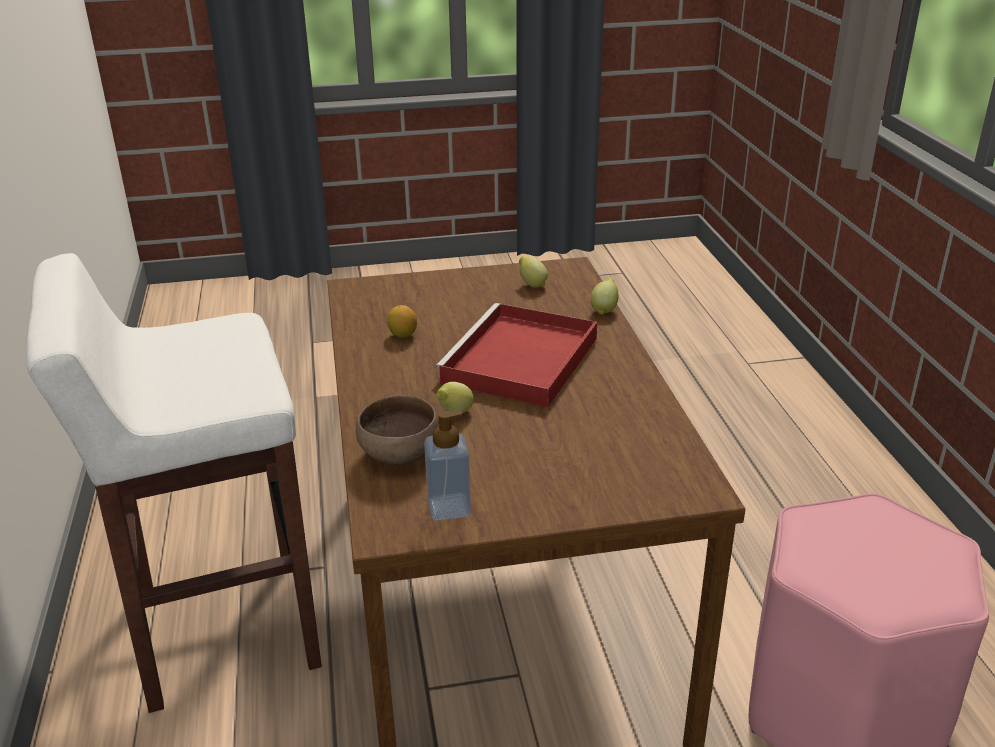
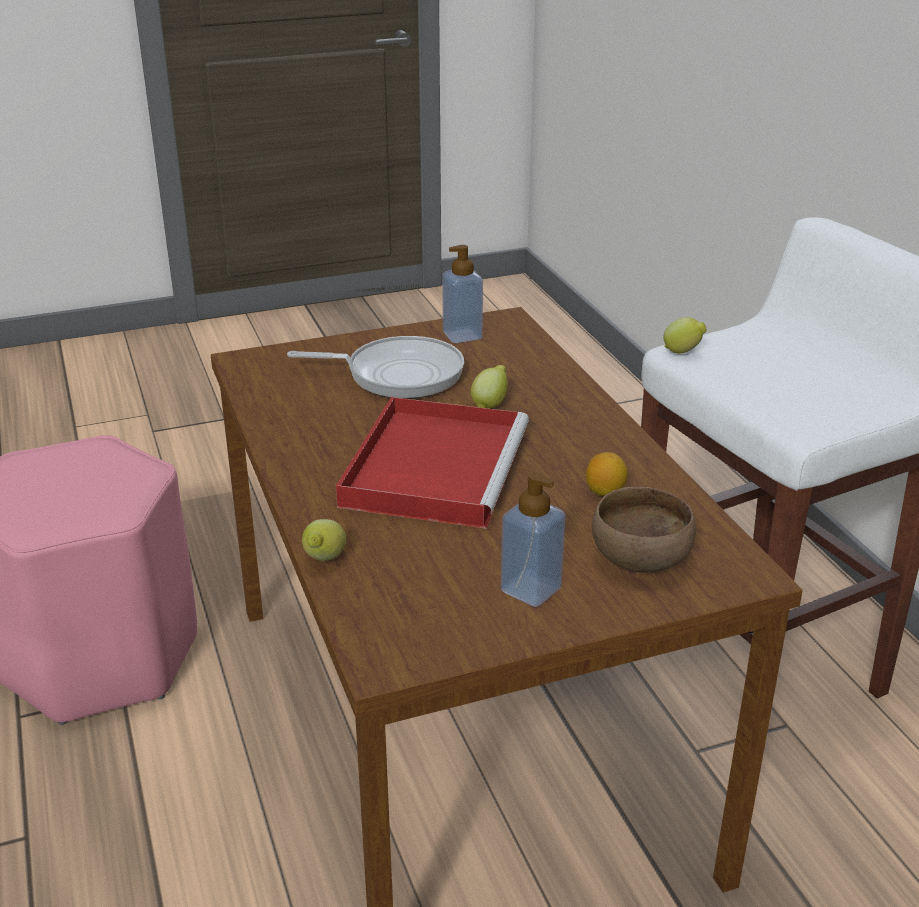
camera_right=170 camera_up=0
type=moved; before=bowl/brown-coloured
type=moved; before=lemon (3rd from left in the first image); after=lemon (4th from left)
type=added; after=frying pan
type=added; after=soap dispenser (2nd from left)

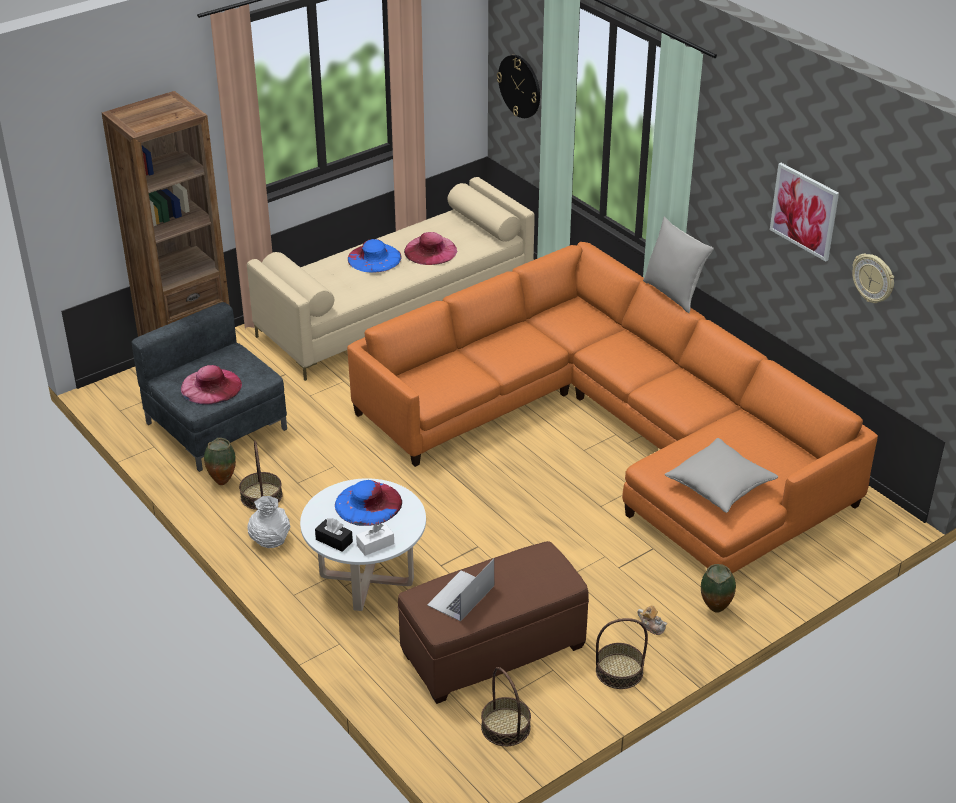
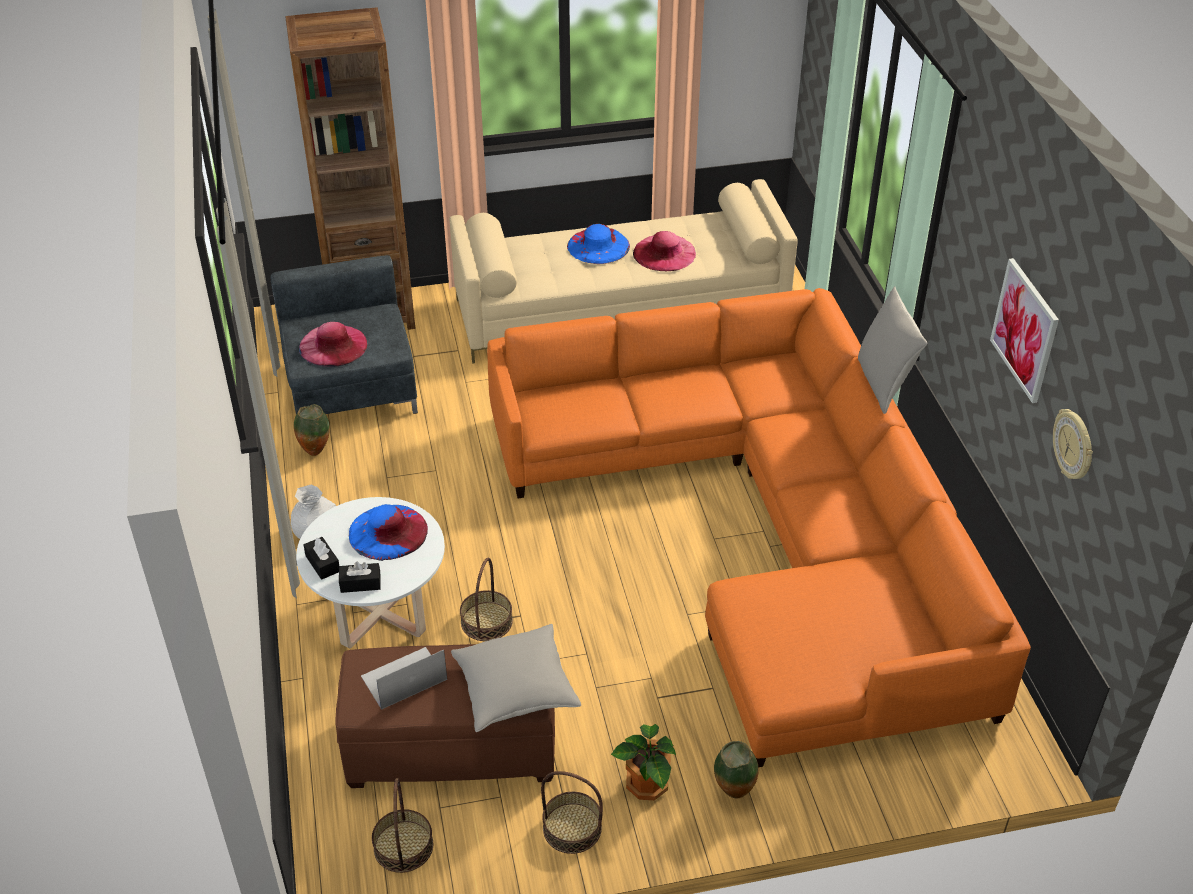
camera_right=25 camera_up=5
type=moved; before=household basket (1st from left in the first image); after=household basket (2nd from left)
type=recoloured; before=tissue holder/white; after=tissue holder/blackish (2nd from left)
type=removed; before=hanging clock (1st from left)
type=replaced; before=pot for tea; after=houseplant
type=moved; before=pillow/greyish (2nd from left in the first image); after=pillow/greyish (1st from left)

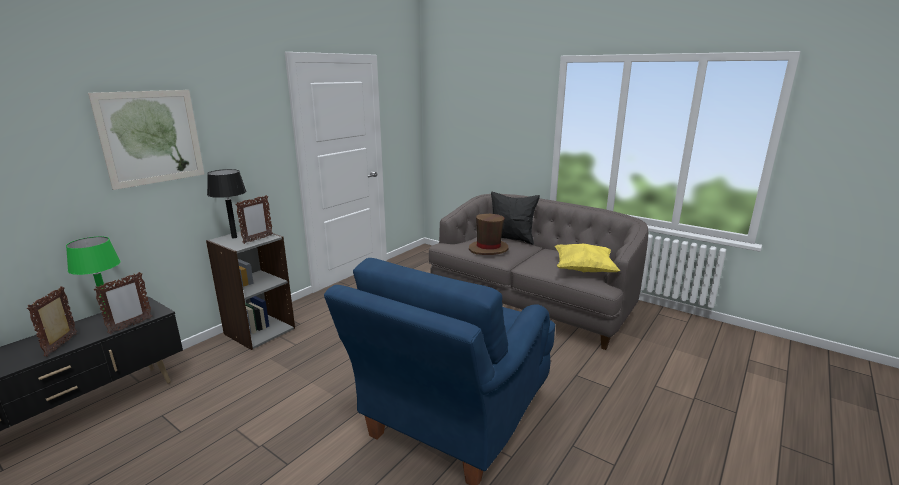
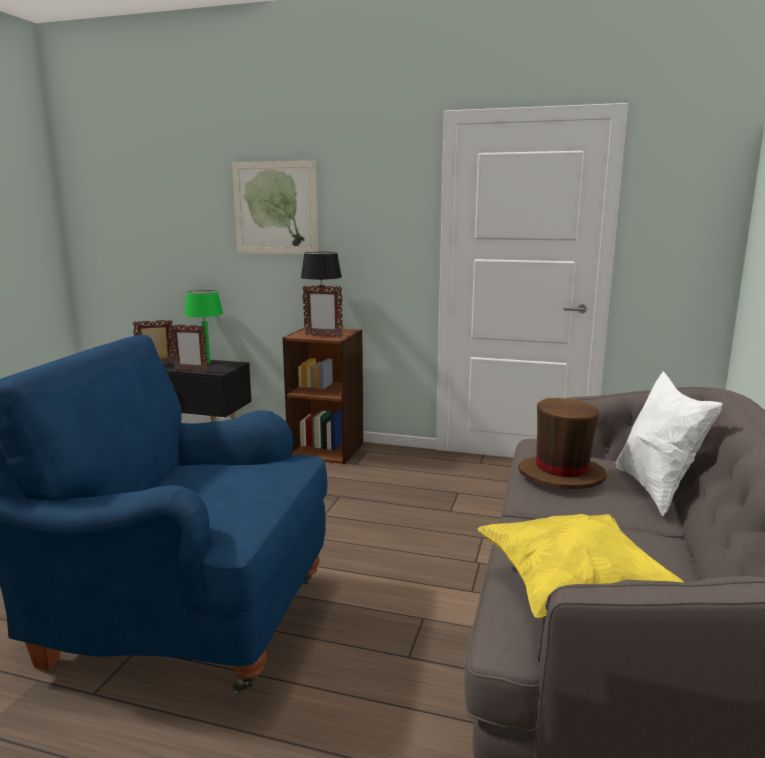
camera_right=70 camera_up=-5
type=recoloured; before=shelving unit/greyish; after=shelving unit/brown-coloured
type=recoloured; before=pillow/blackish; after=pillow/white

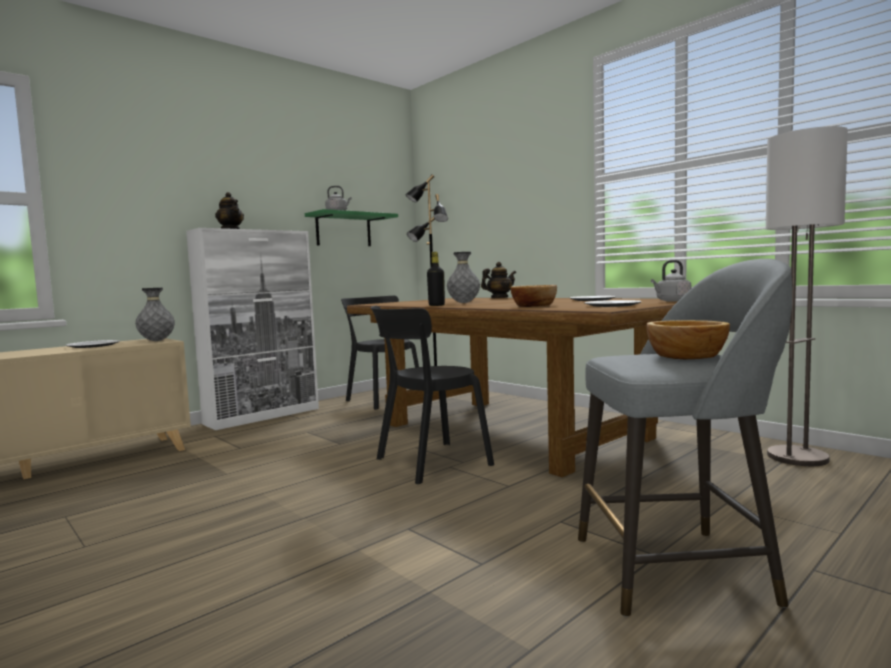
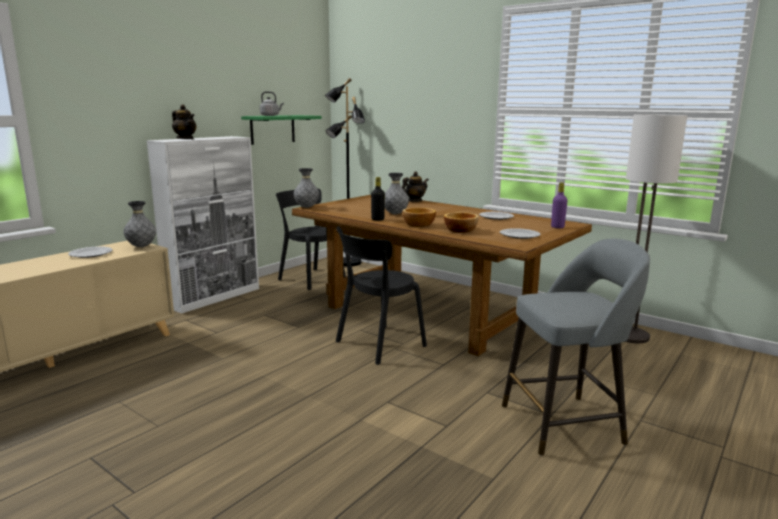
camera_right=-10 camera_up=10
type=moved; before=bowl (2nd from left in the first image); after=bowl (1st from left)
type=replaced; before=water kettle/greyish (2nd from left); after=bottle/purplish
type=added; after=decorative vase/greyish (2nd from left)

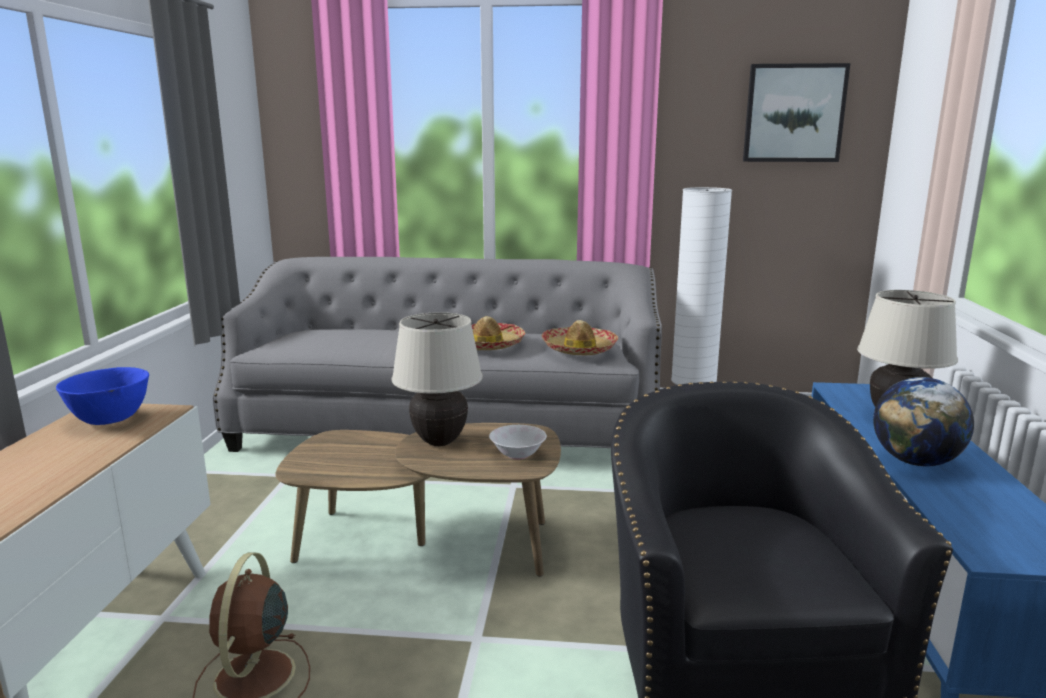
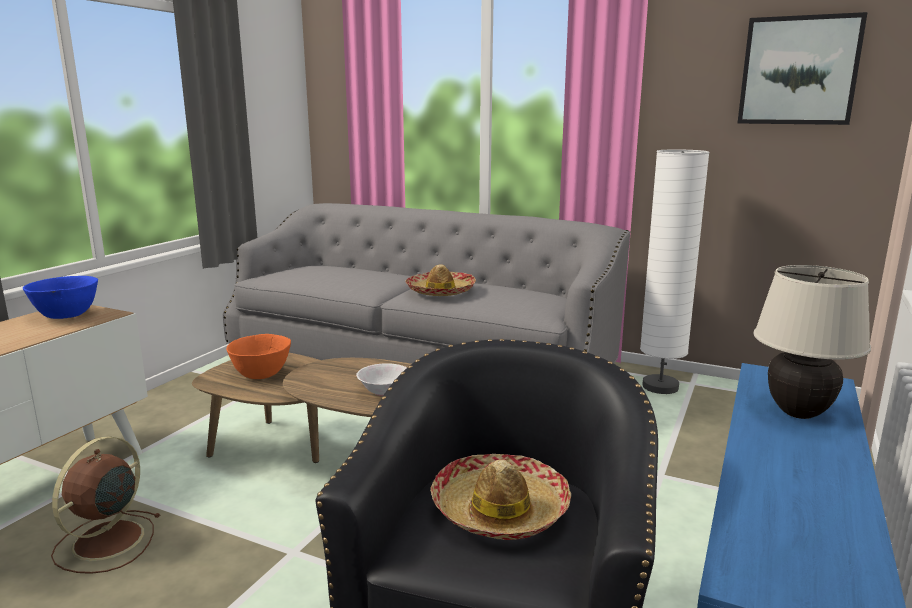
camera_right=20 camera_up=0
type=removed; before=lamp for a table/beige-coloured (1st from left)
type=moved; before=wearable hat (2nd from left)
type=removed; before=world globe
type=added; after=bowl/orange-coloured

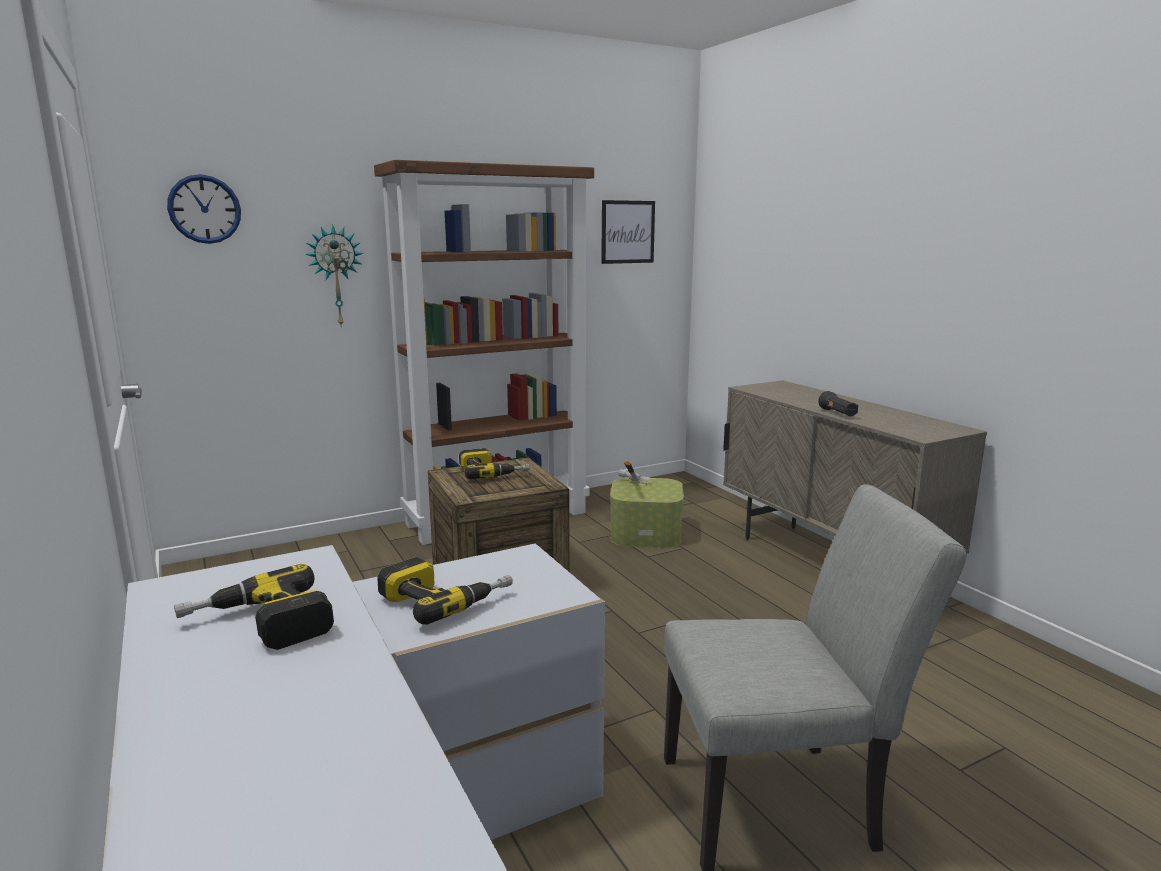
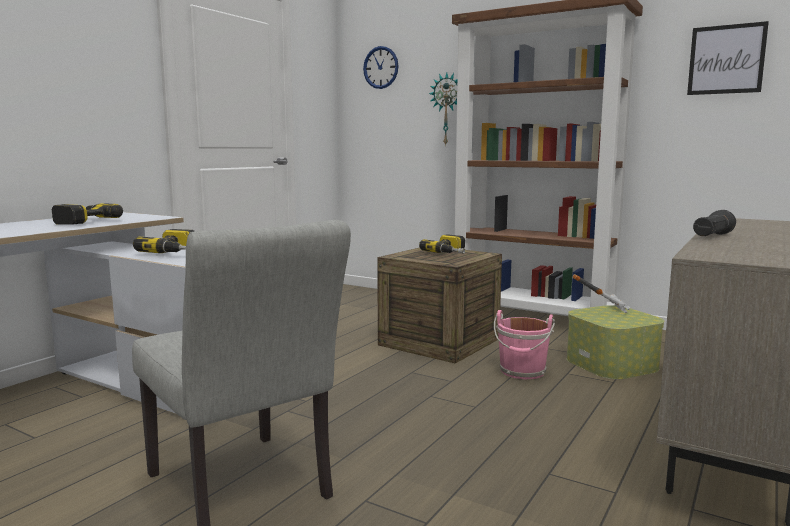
camera_right=60 camera_up=-5
type=added; after=water bucket/pink-coloured

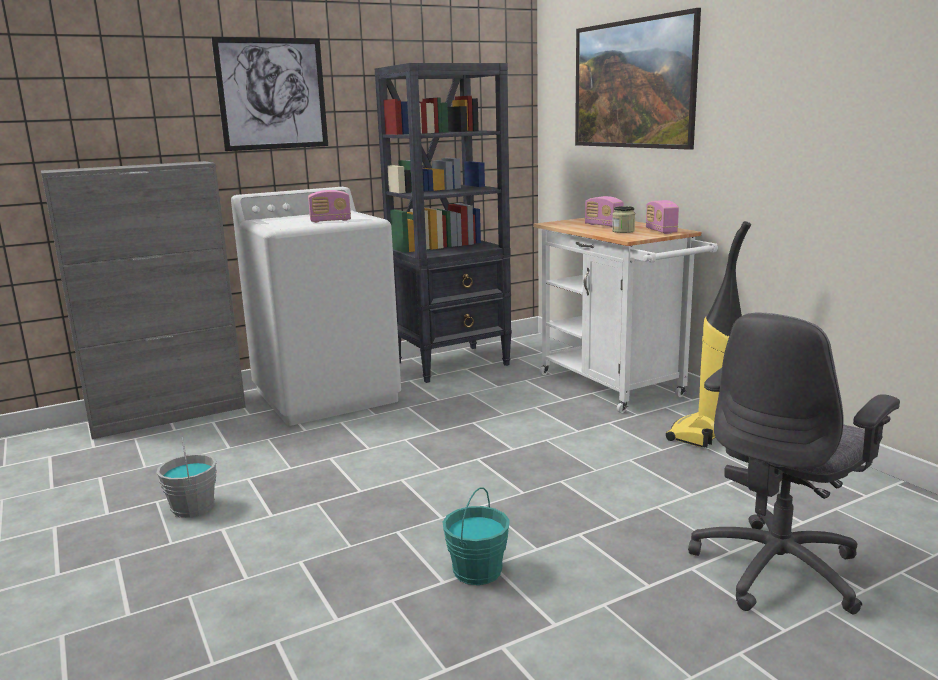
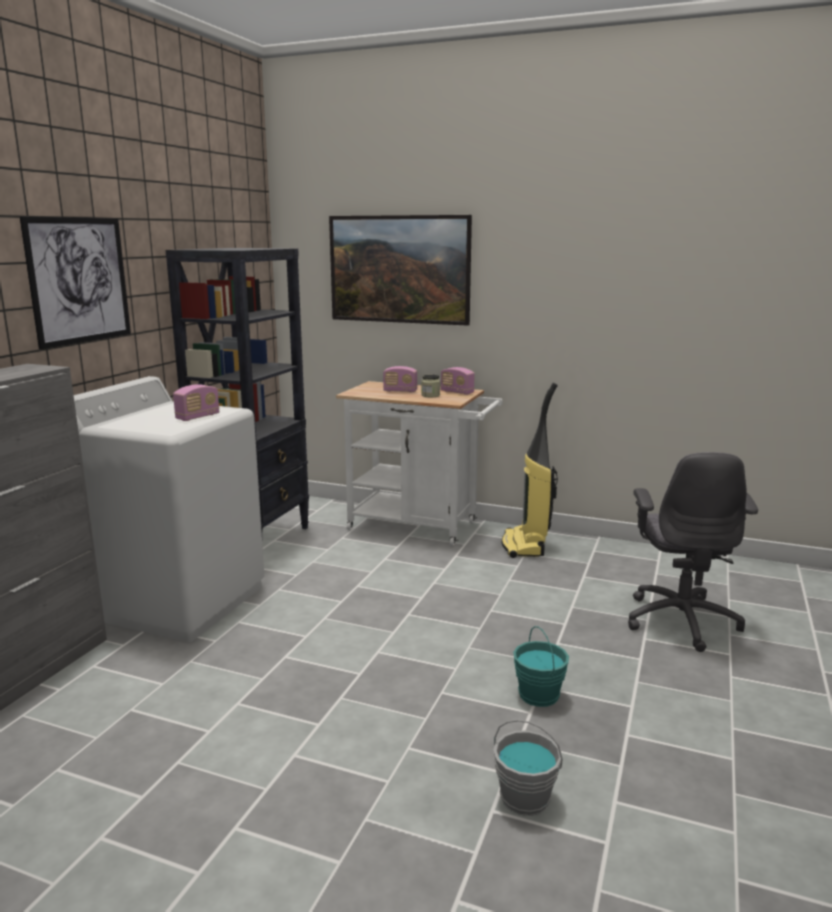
camera_right=-40 camera_up=0
type=moved; before=water bucket/greyish

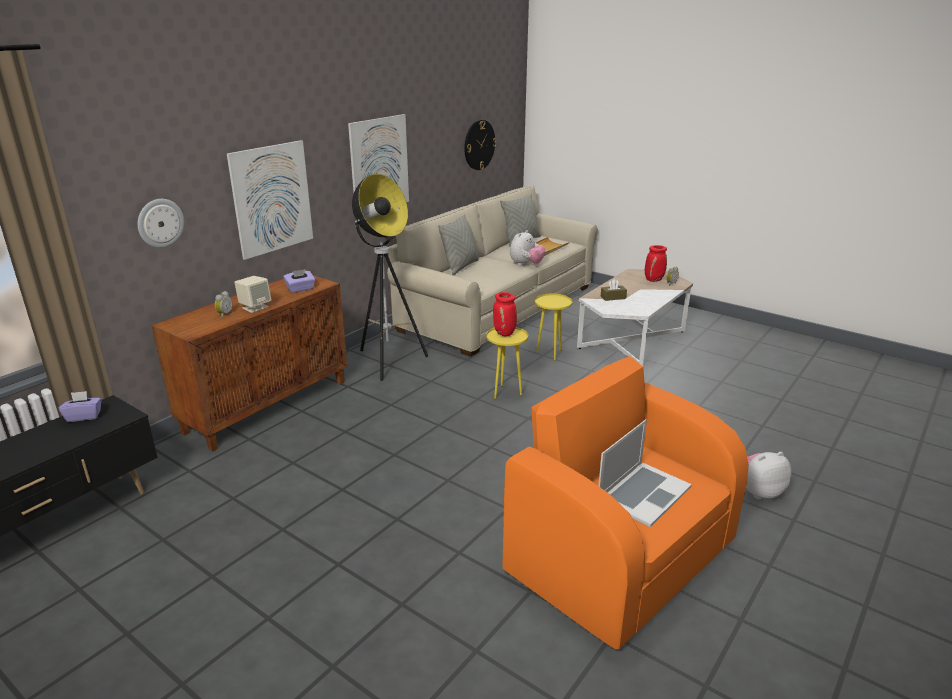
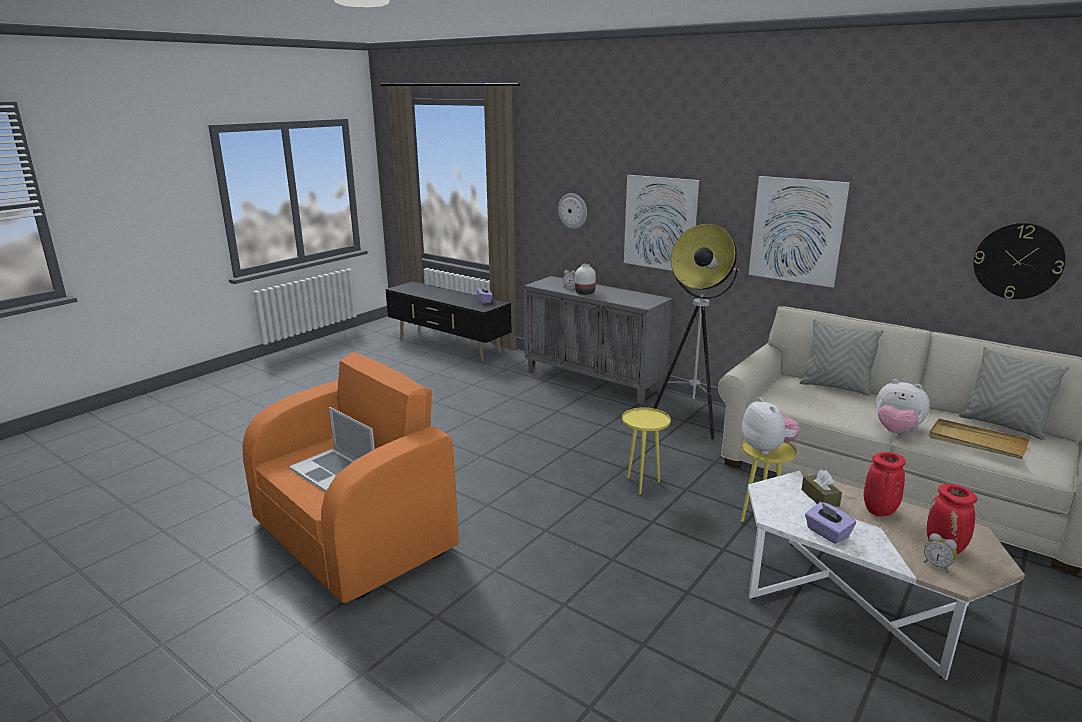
camera_right=90 camera_up=-5
type=recoloured; before=storage cabinet/brown-coloured; after=storage cabinet/greyish
type=replaced; before=speaker/beige-coloured; after=decorative vase/white
type=moved; before=tissue holder/purplish (2nd from left)
type=moved; before=decorative vase/red-coloured (1st from left)
type=moved; before=soft toy (2nd from left in the first image); after=soft toy (1st from left)

